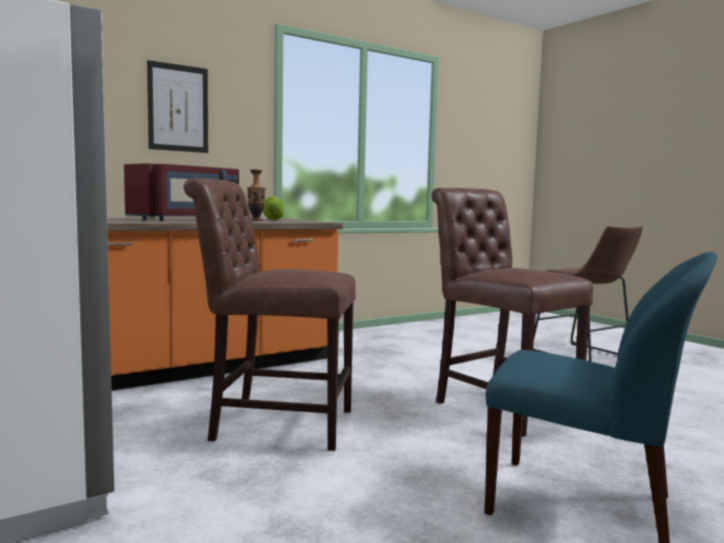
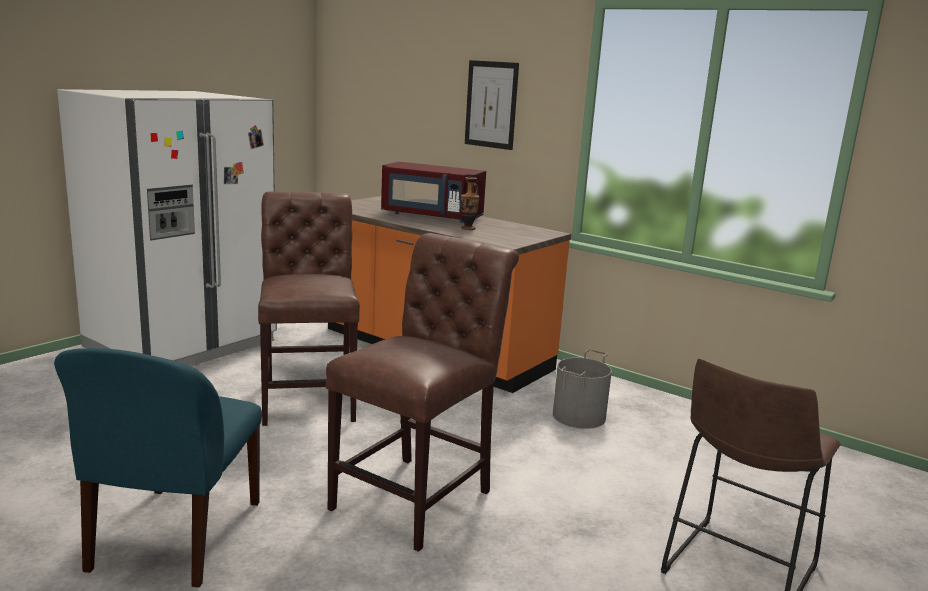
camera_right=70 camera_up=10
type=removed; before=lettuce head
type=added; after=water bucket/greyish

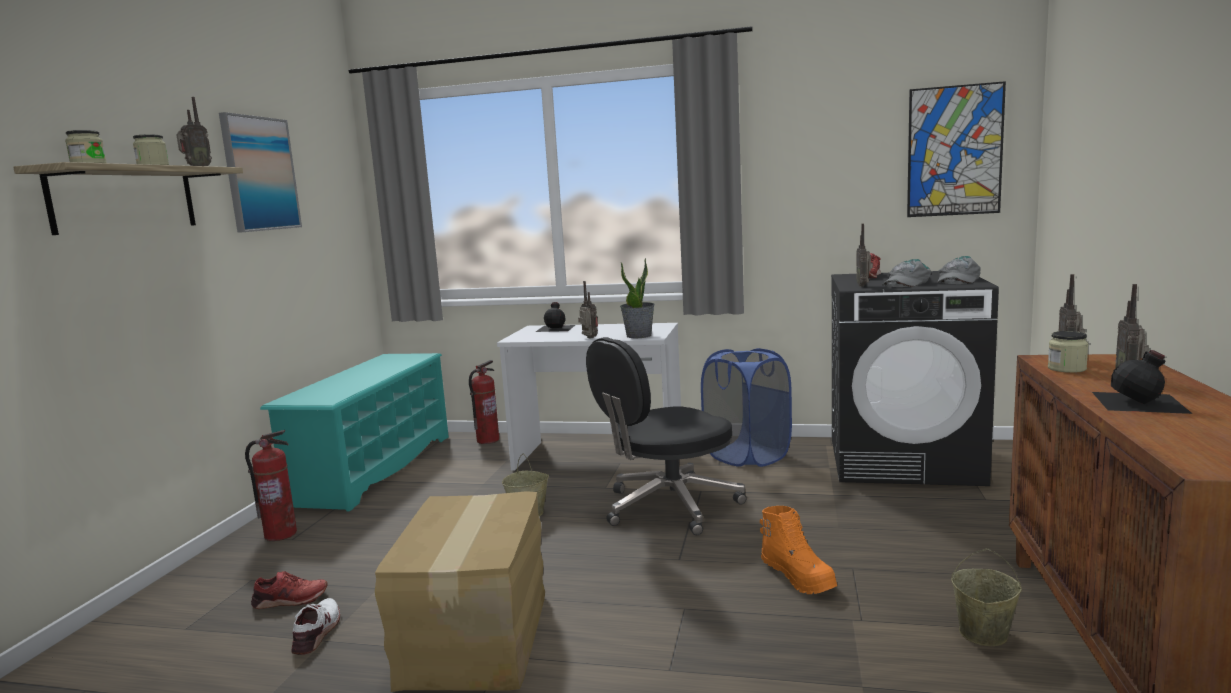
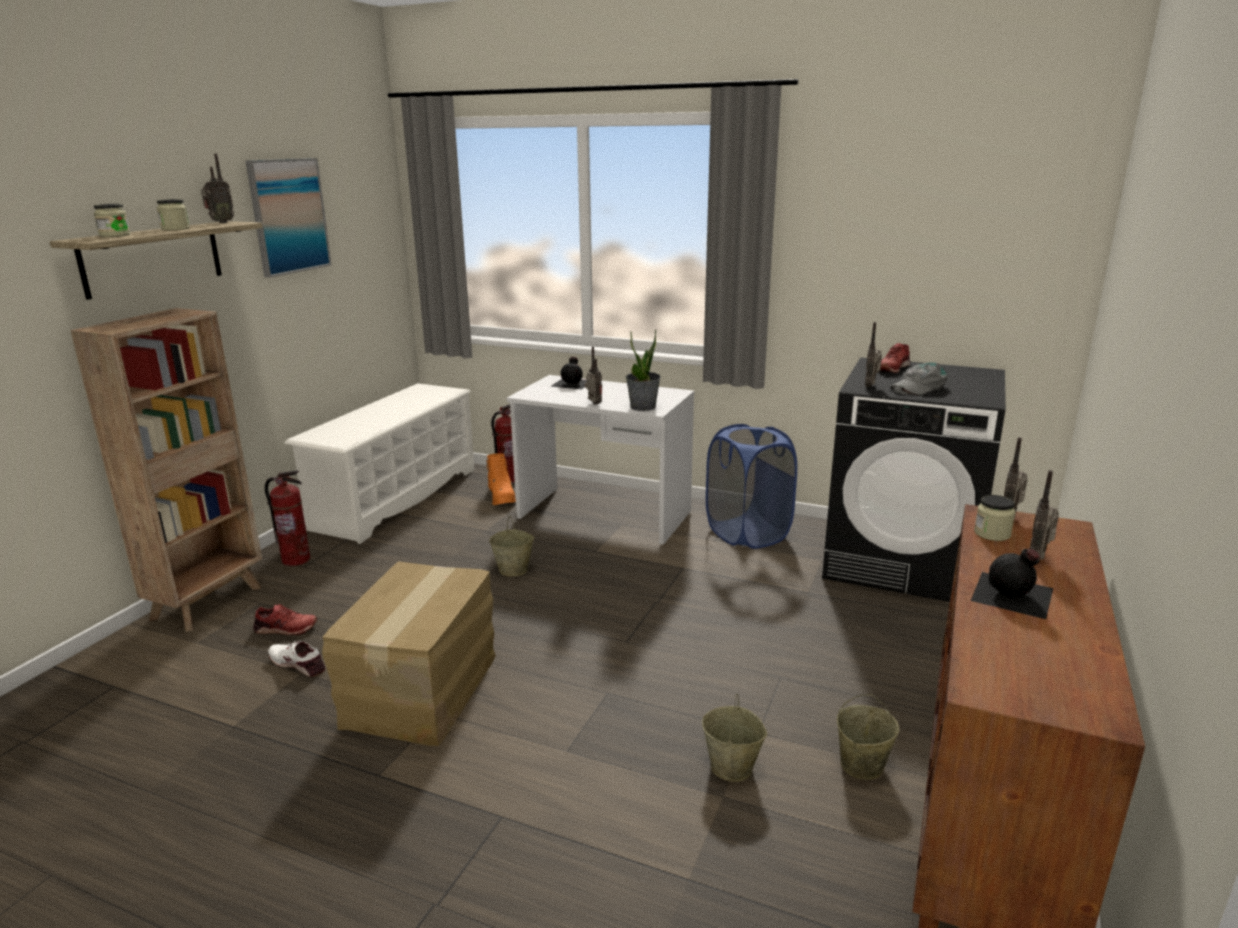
camera_right=10 camera_up=10
type=recoloured; before=shoe rack/turquoise; after=shoe rack/white
type=turned; before=item of footwear/white; turn=-75
type=removed; before=office chair/blackish
type=moved; before=boot/orange-coloured
type=removed; before=wall picture (2nd from left)
type=removed; before=cap/greyish (2nd from left)
type=added; after=shelving unit/brown-coloured
type=added; after=water bucket/beige-coloured (2nd from left)

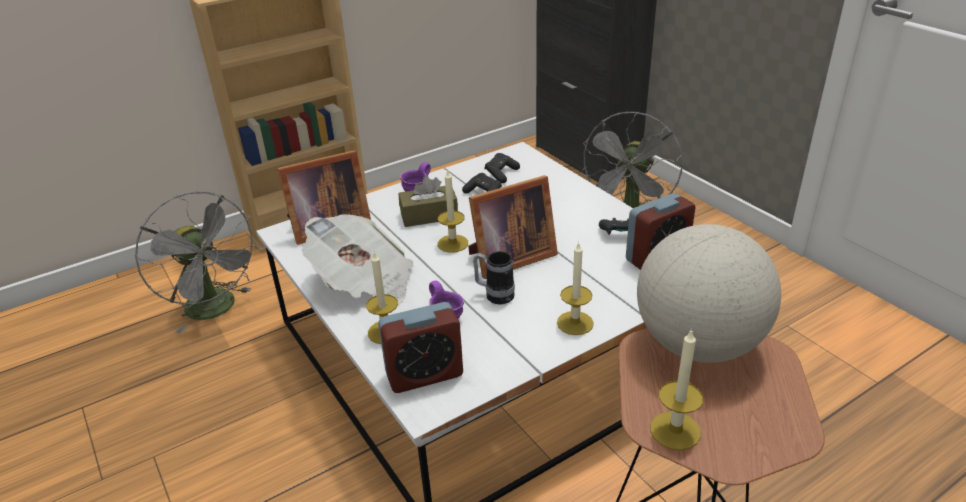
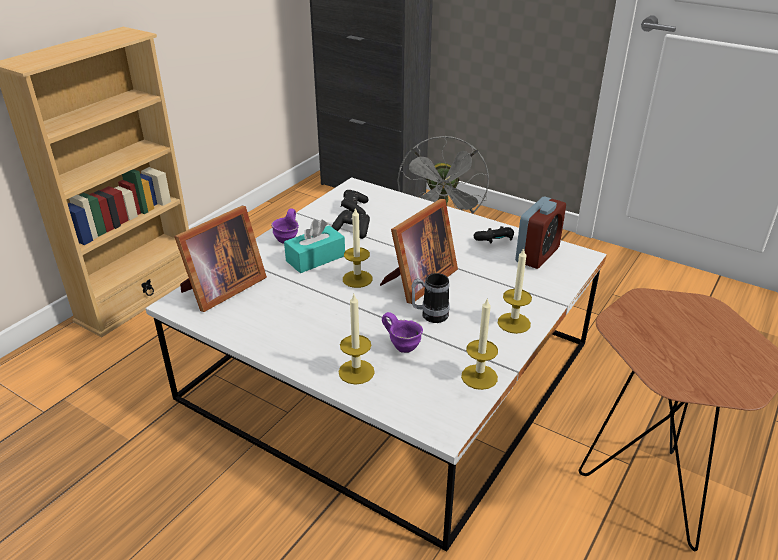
camera_right=-25 camera_up=0
type=removed; before=cooling fan/greyish (1st from left)
type=removed; before=printed paper
type=removed; before=alarm clock (1st from left)
type=recoloured; before=tissue holder/brown-coloured; after=tissue holder/turquoise
type=removed; before=world globe
type=moved; before=candle (4th from left in the first image); after=candle (3rd from left)

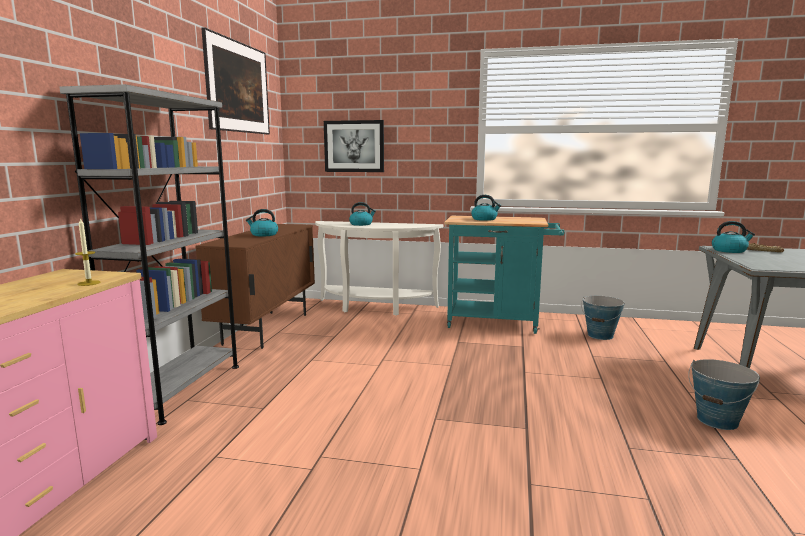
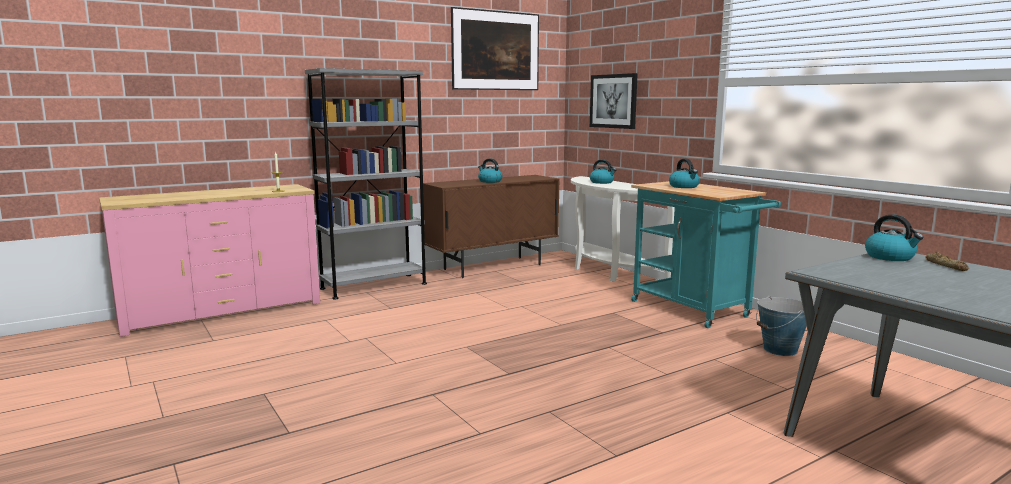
camera_right=45 camera_up=0
type=removed; before=water bucket (2nd from left)

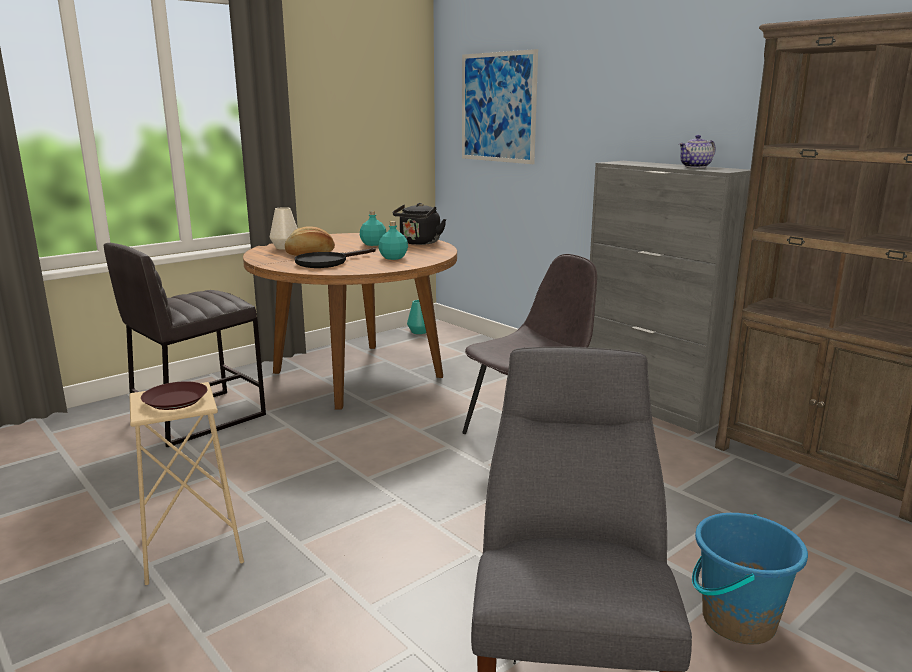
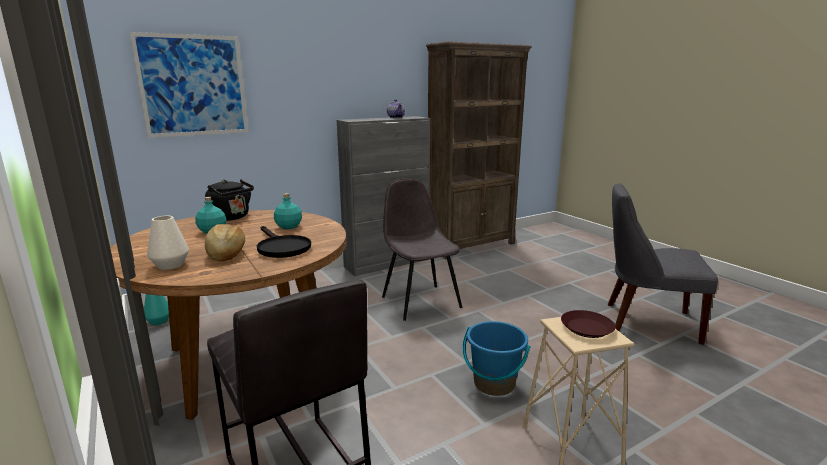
camera_right=-80 camera_up=0
type=moved; before=water bucket/bluish

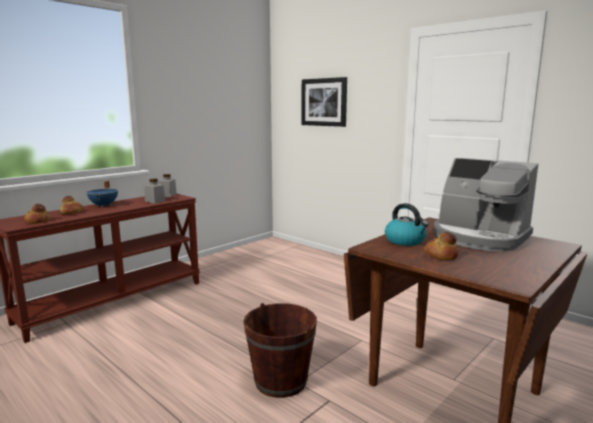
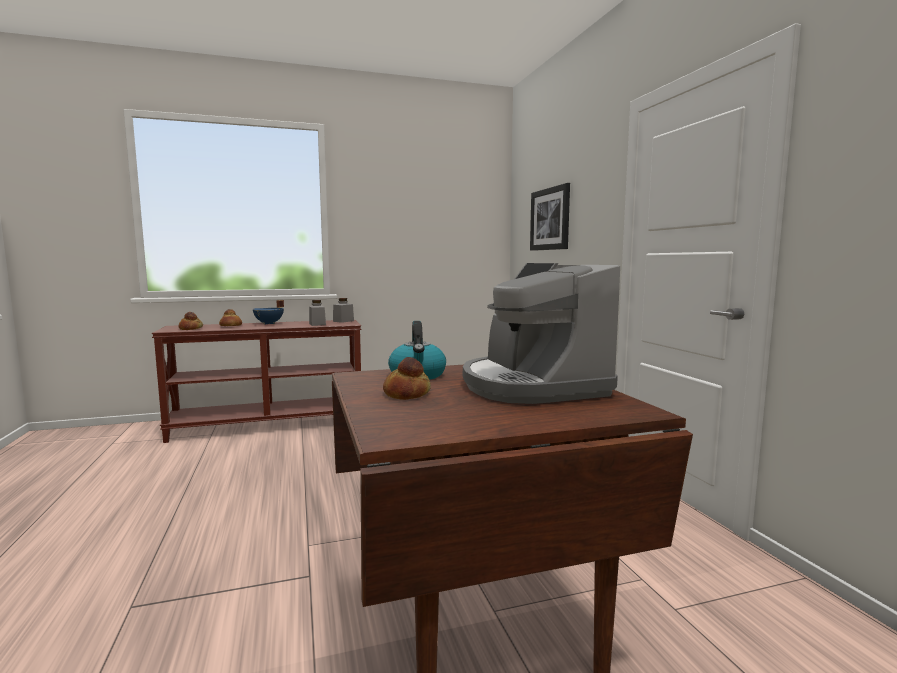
camera_right=30 camera_up=-5
type=removed; before=water bucket/brown-coloured

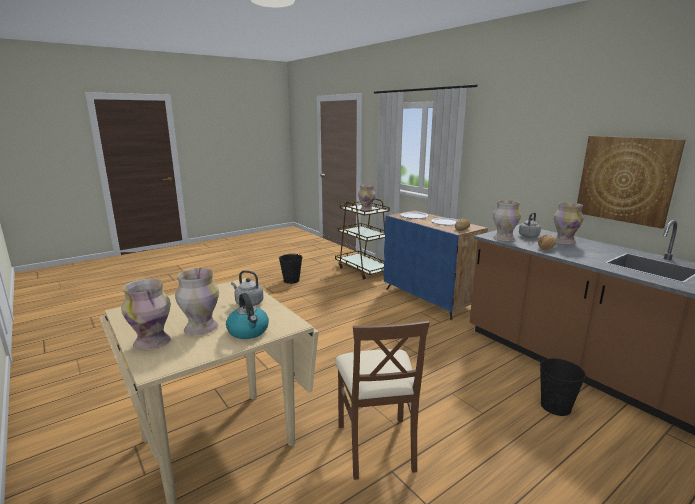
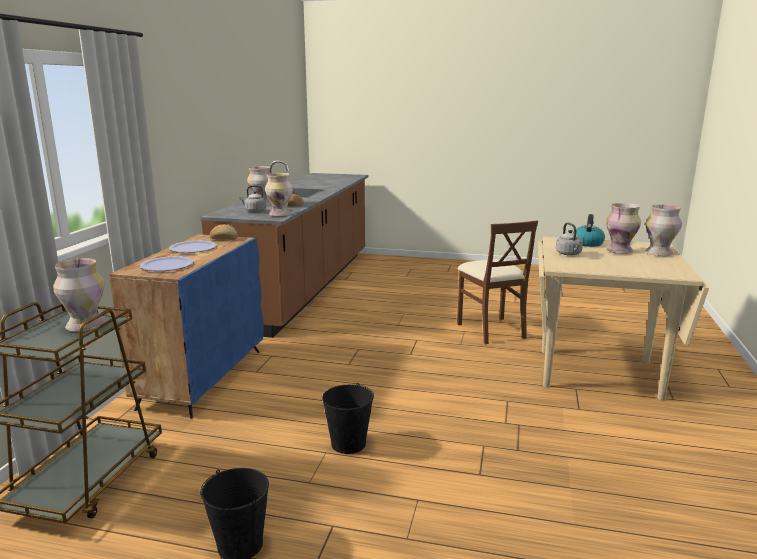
camera_right=-130 camera_up=0
type=turned; before=upright chair/brown-coloured; turn=120
type=moved; before=water bucket/blackish (2nd from left)
type=removed; before=wall picture

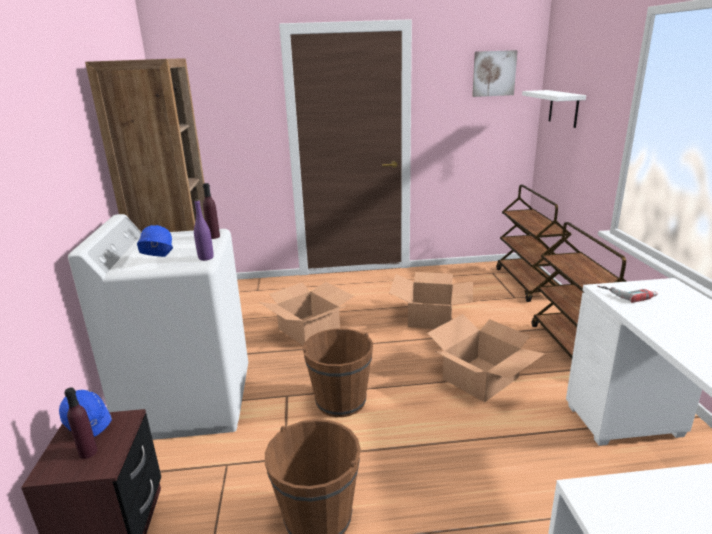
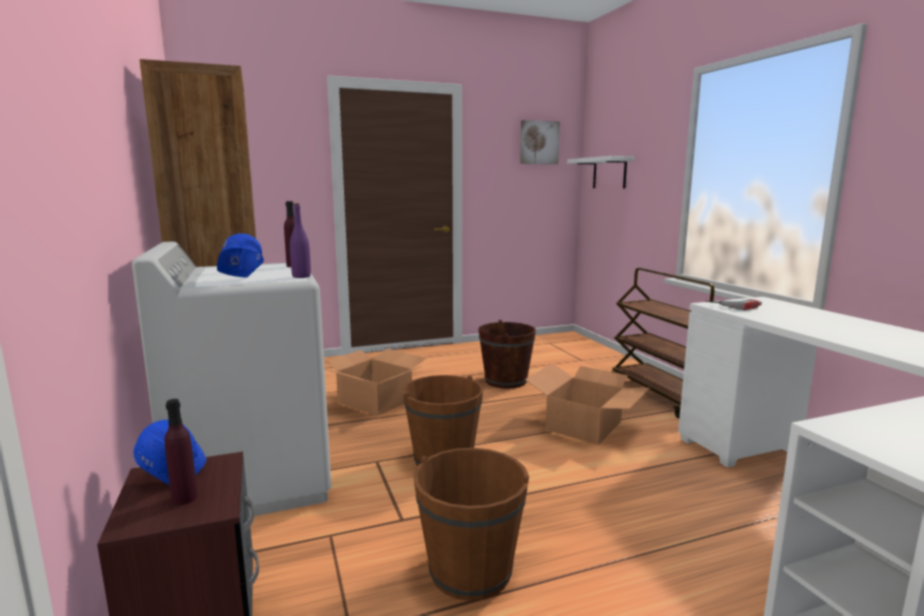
camera_right=-15 camera_up=-10
type=replaced; before=cardboard box (2nd from left); after=water bucket/brown-coloured (3rd from left)
type=removed; before=wheeled cart/brown-coloured (1st from left)

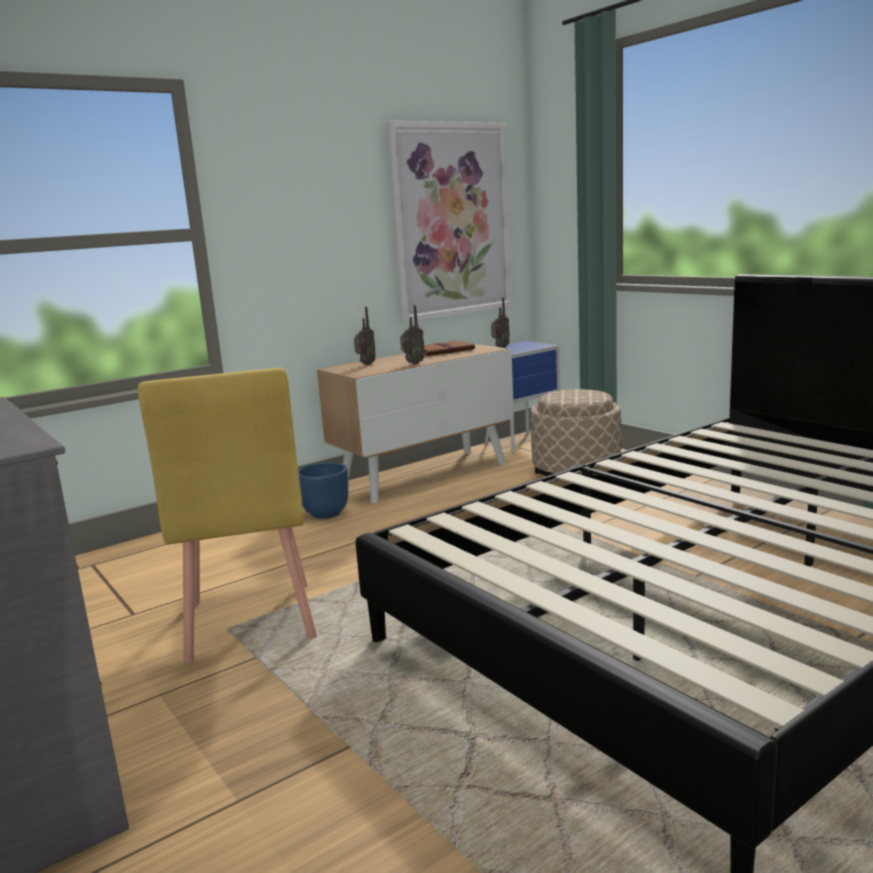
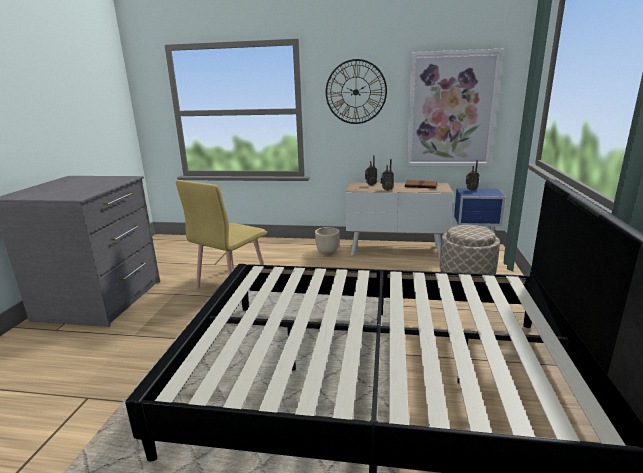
camera_right=45 camera_up=5
type=recoloured; before=flower pot/bluish; after=flower pot/beige-coloured
type=added; after=hanging clock

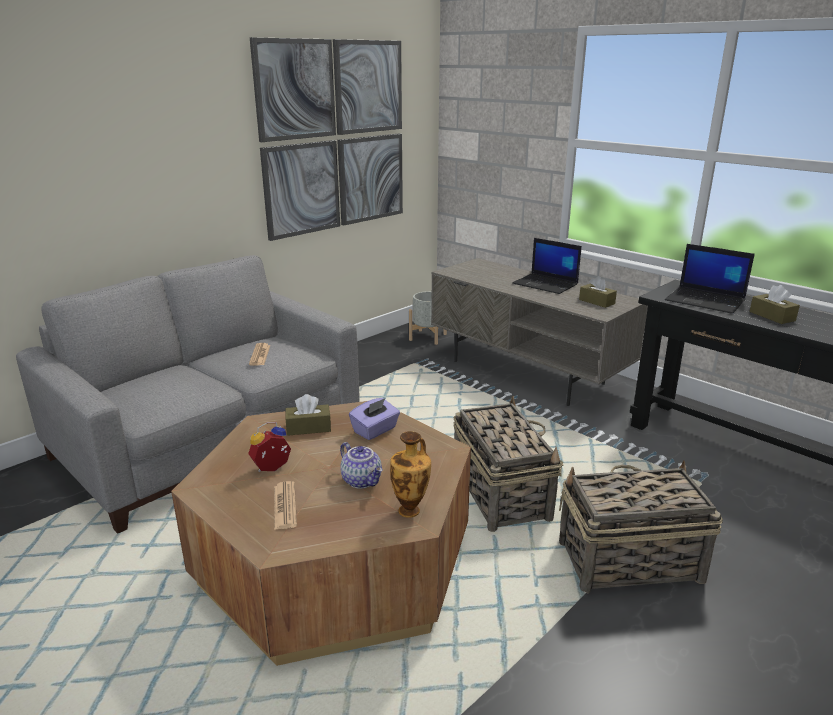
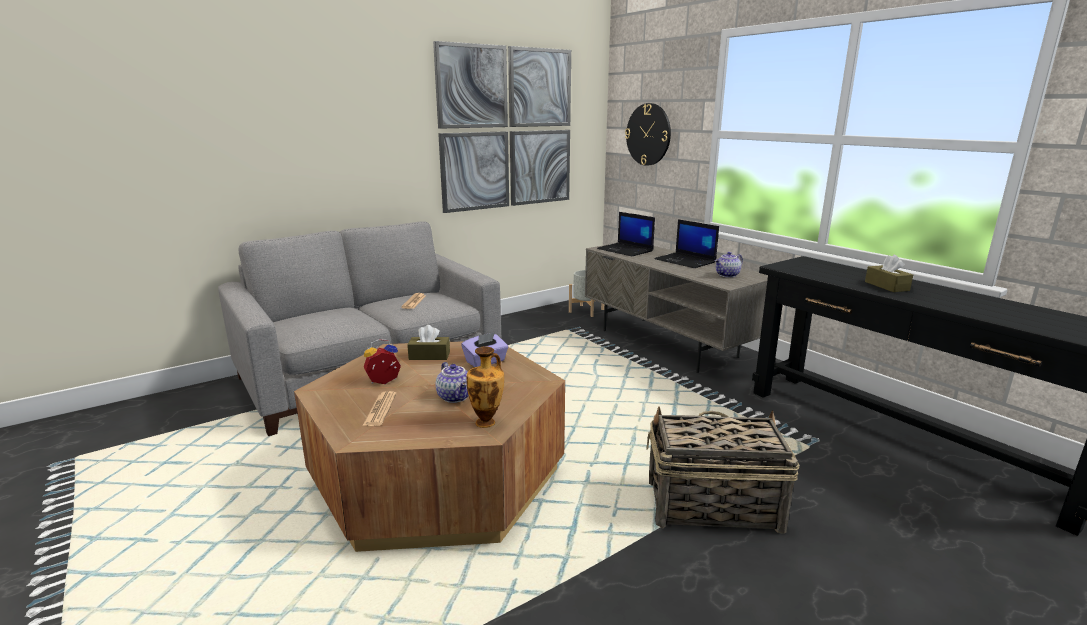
camera_right=10 camera_up=-5
type=removed; before=household basket (1st from left)
type=replaced; before=tissue holder/brown-coloured (2nd from left); after=pot for tea (2nd from left)
type=moved; before=portable computer (2nd from left in the first image); after=portable computer (1st from left)
type=added; after=hanging clock

